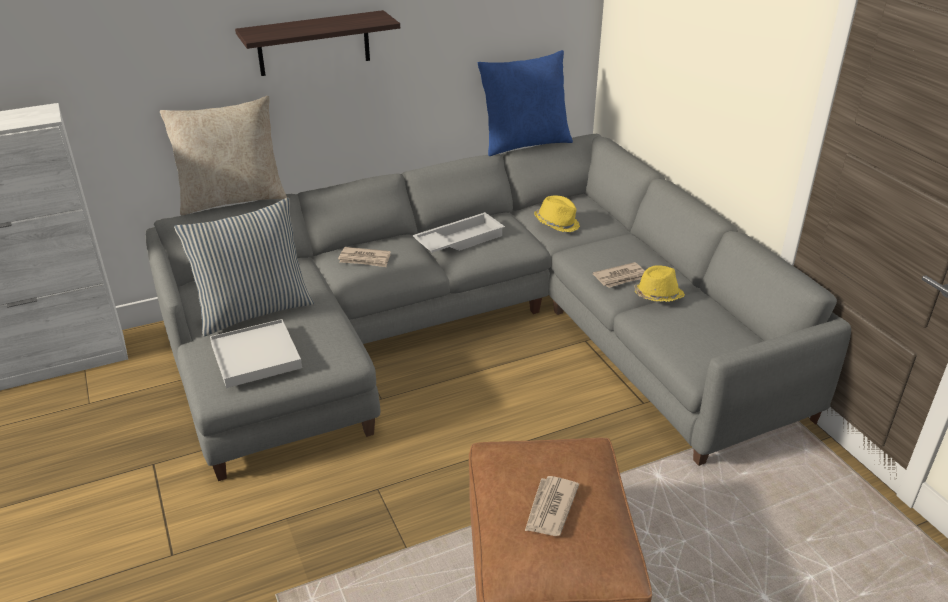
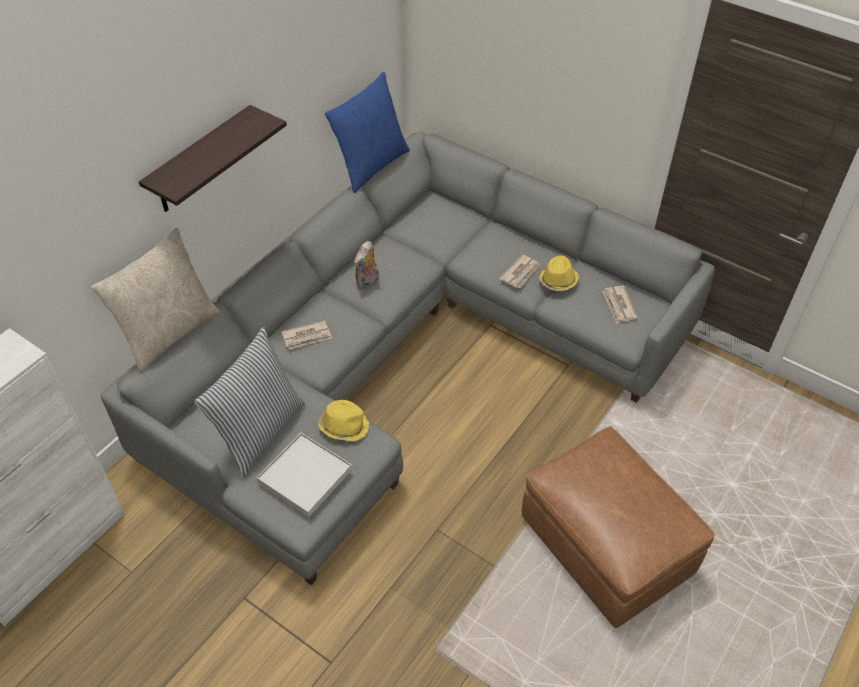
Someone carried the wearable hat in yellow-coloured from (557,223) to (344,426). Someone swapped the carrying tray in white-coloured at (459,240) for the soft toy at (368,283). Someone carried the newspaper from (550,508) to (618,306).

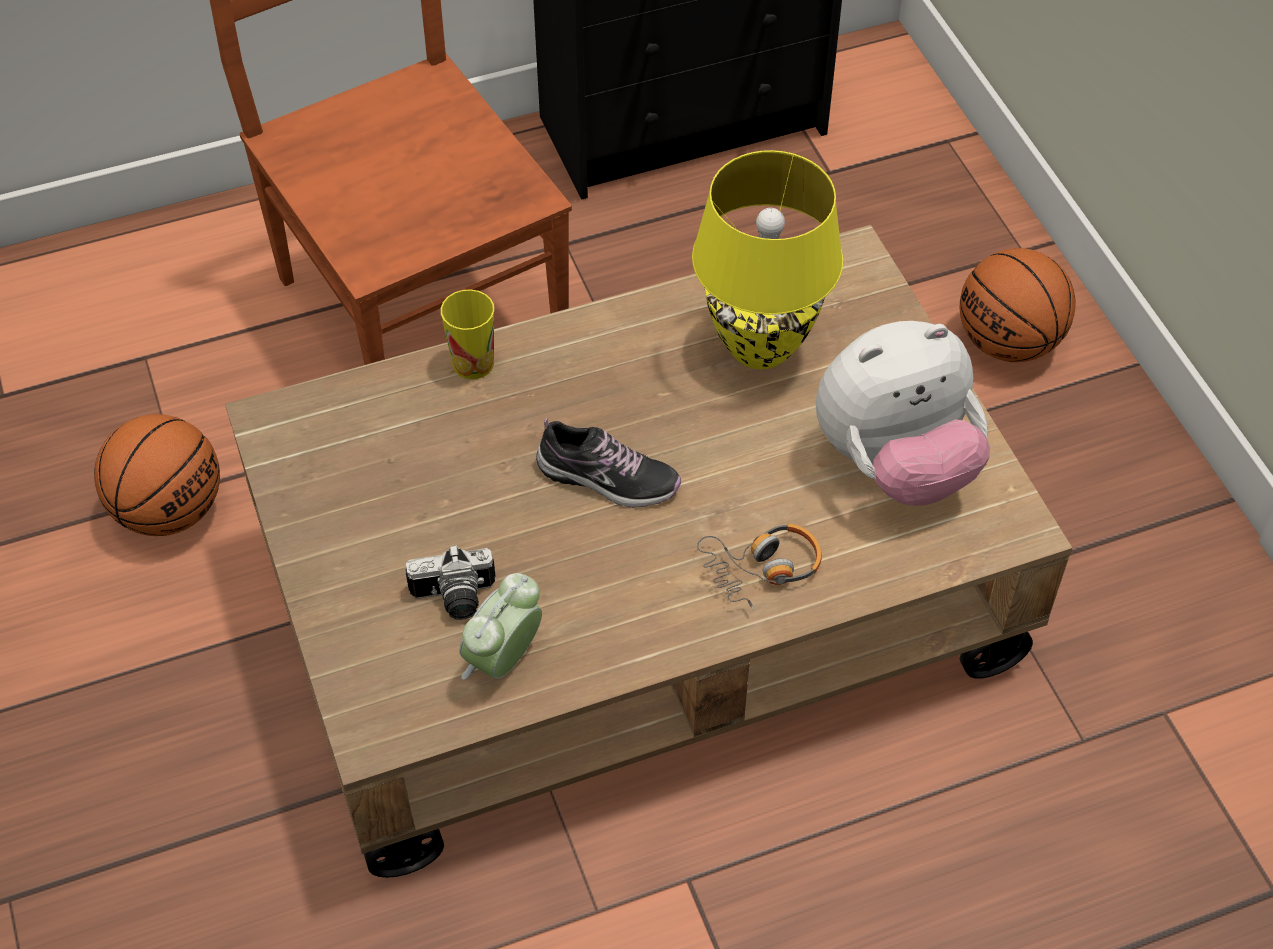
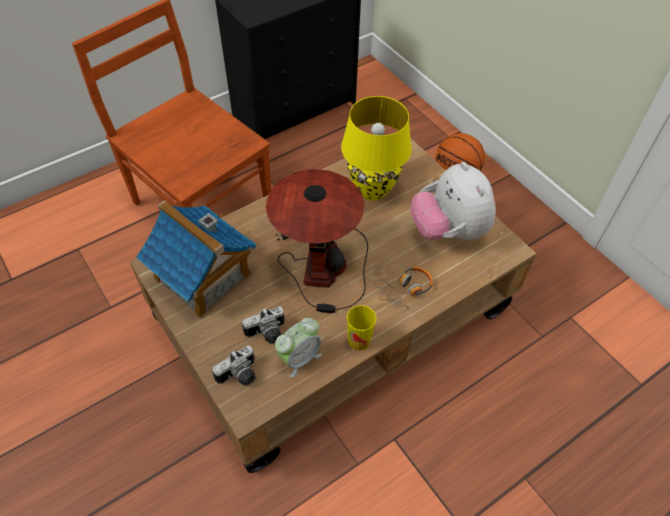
Someone carried the cup from (473,363) to (359,340). Someone rotated the soft toy at (895,463) by 105 degrees clockwise. Someone took away the basketball ball at (169,510). Someone swapped the shoe at (607,478) for the lamp for a table at (322,262). Someone rotated the bedside clock at (503,659) by 150 degrees counterclockwise. Someone put down the miniature house at (203,277). Someone put down the still camera at (240,376).

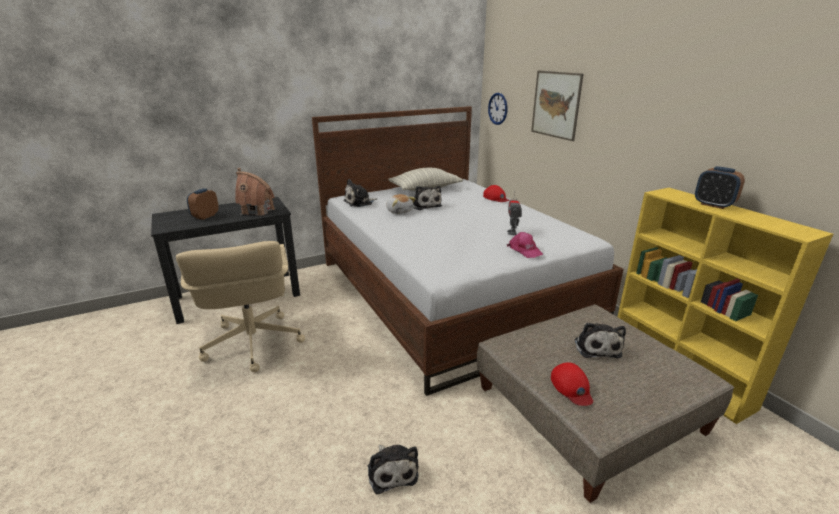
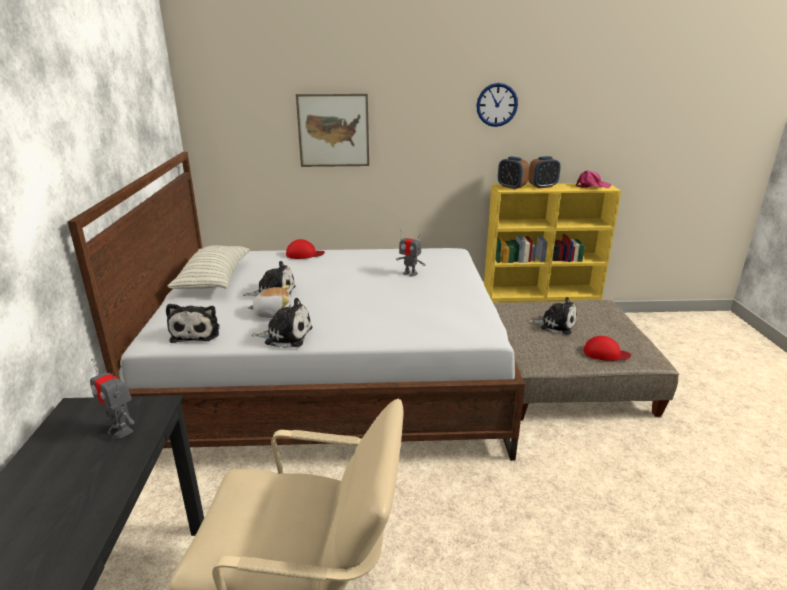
Someone carried the hanging clock from (498,108) to (497,105). Someone swapped the miniature house at (257,211) for the robot figure at (120,430). Someone carried the bedside clock from (205,216) to (511,187). Someone carried the baseball cap in pink-coloured from (524,250) to (591,186). Someone carried the soft toy from (392,471) to (286,335).

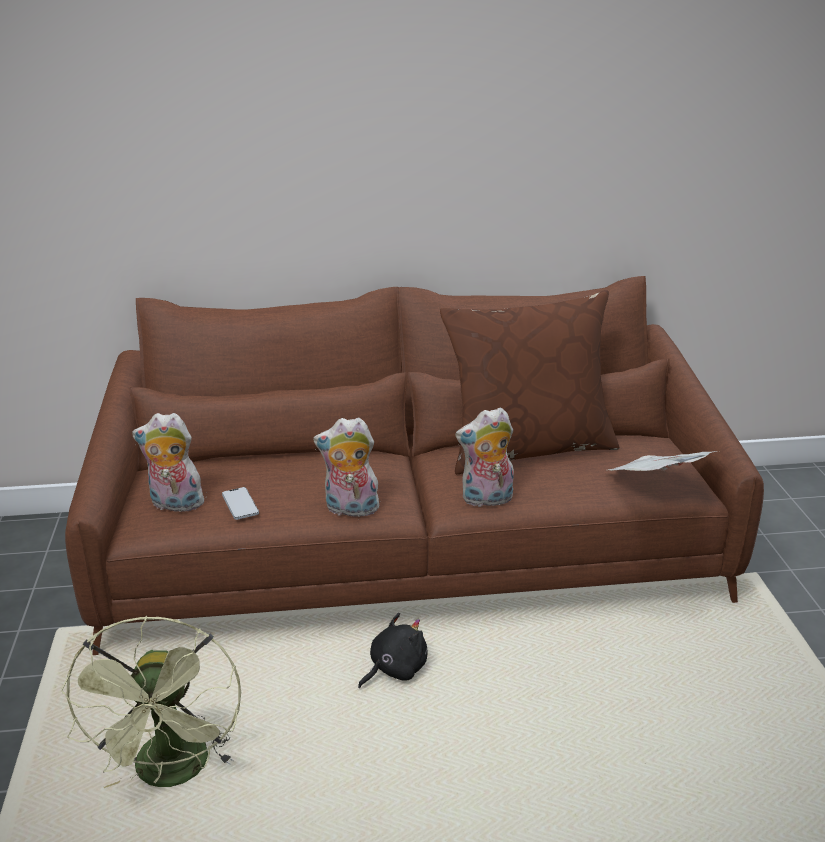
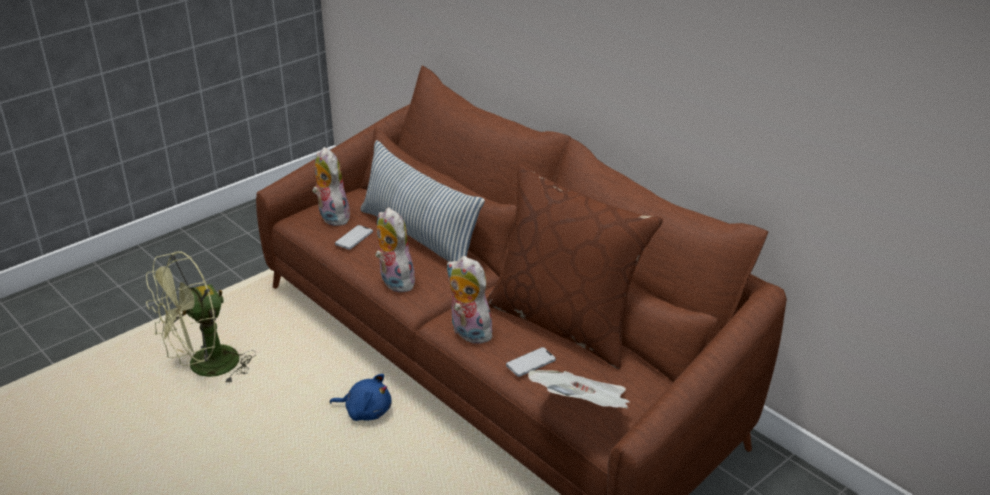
Someone repainted the soft toy in black at (395,669), which became the soft toy in bluish at (366,411). Someone put down the throw pillow at (419,237). Someone put down the phone at (530,363).

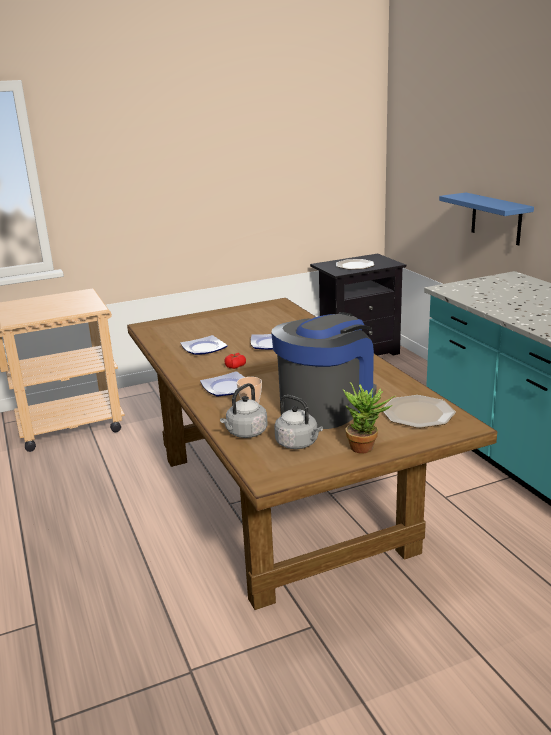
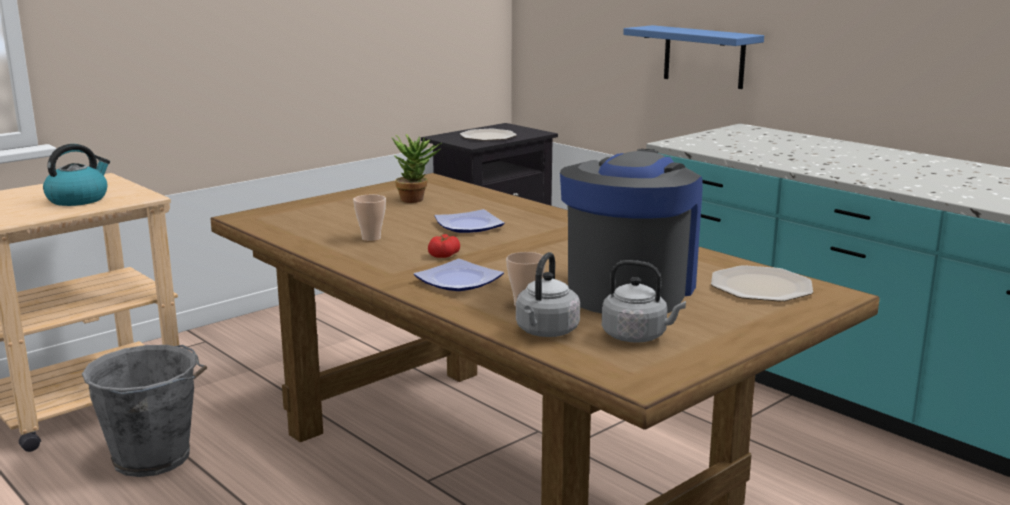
Someone swapped the dinner plate at (203,349) for the cup at (371,238). Someone carried the potted plant from (366,447) to (416,199). Someone put down the water kettle at (78,199). Someone put down the pail in greyish at (155,458).

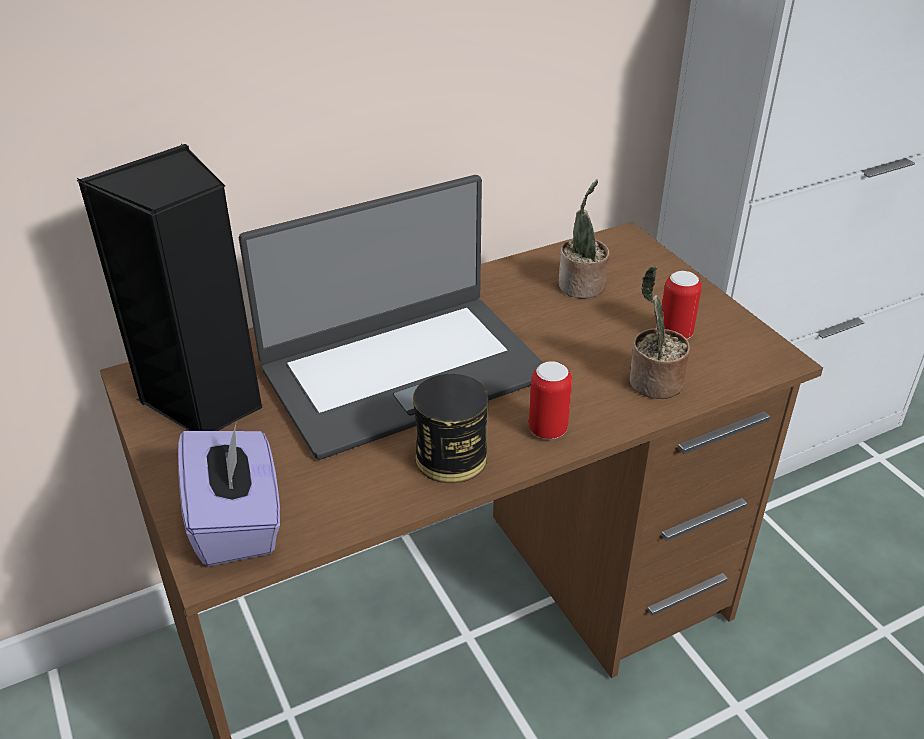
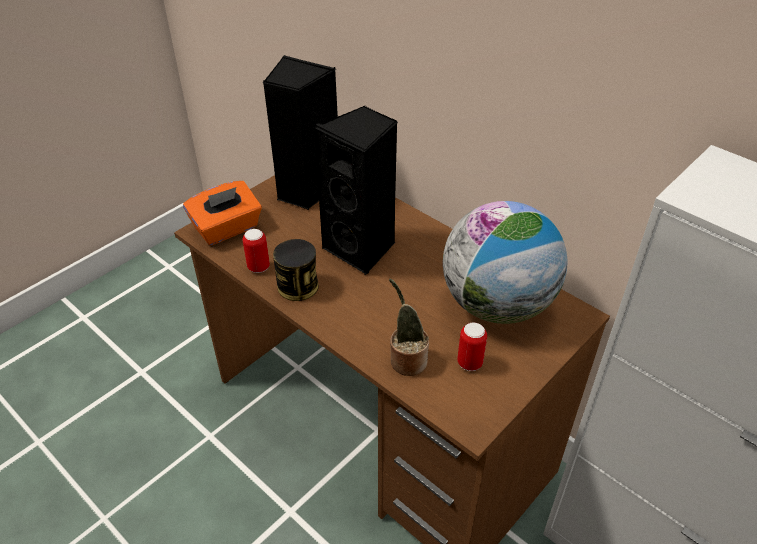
Someone swapped the notebook computer at (402,371) for the loudspeaker in black at (362,249). Someone swapped the potted plant at (581,287) for the world globe at (497,305). Someone carried the metal can from (548,430) to (258,267). Someone repainted the box of tissues in purplish at (237,521), which became the box of tissues in orange-coloured at (227,229).

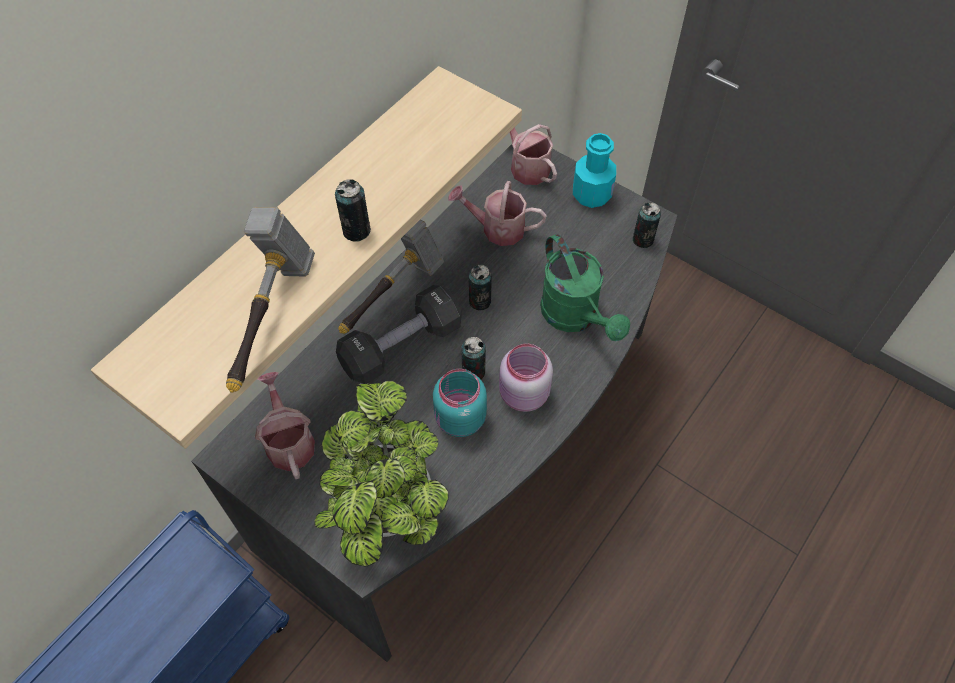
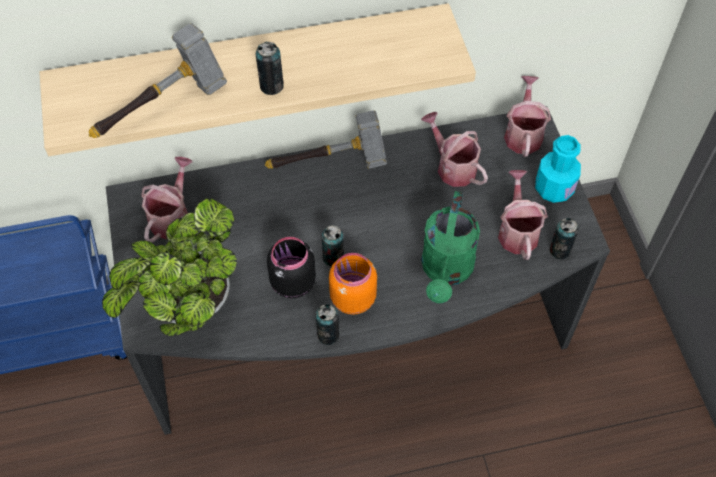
Someone carried the metal can from (480,301) to (328,335). Someone took away the hand weight in black at (401,346). Someone repainted the preserve jar in pink-coloured at (522,395), which became the preserve jar in orange-coloured at (351,298). Someone repainted the preserve jar in turquoise at (459,420), which became the preserve jar in black at (291,283). Someone put down the watering can at (517,231).

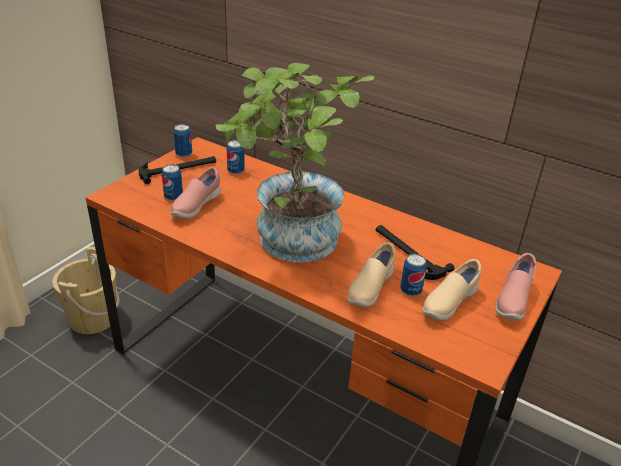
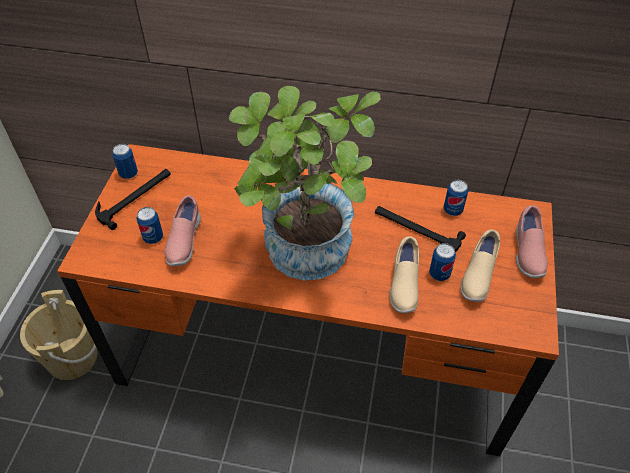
Someone carried the metal can from (236,171) to (452,210).

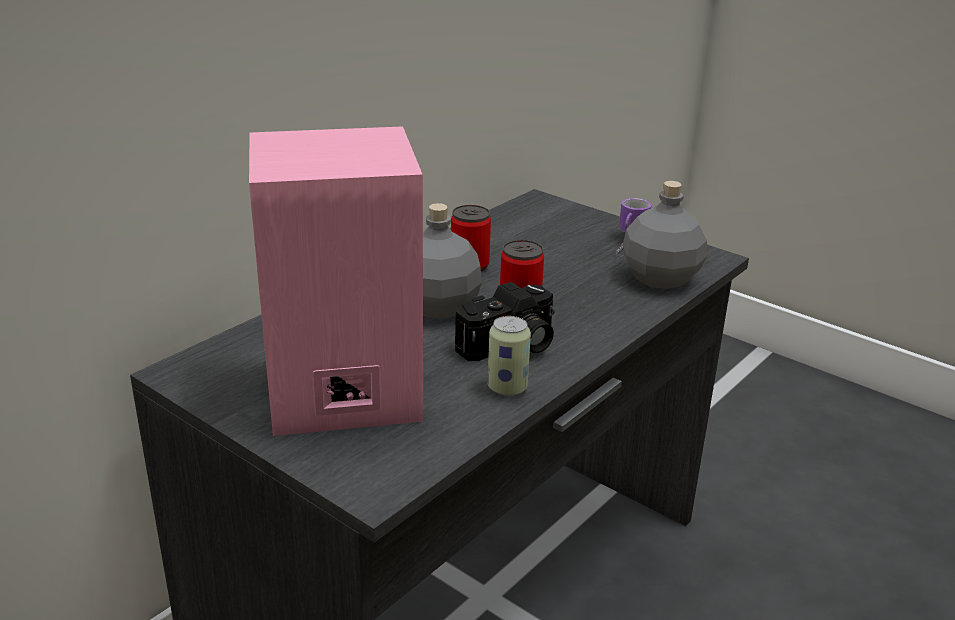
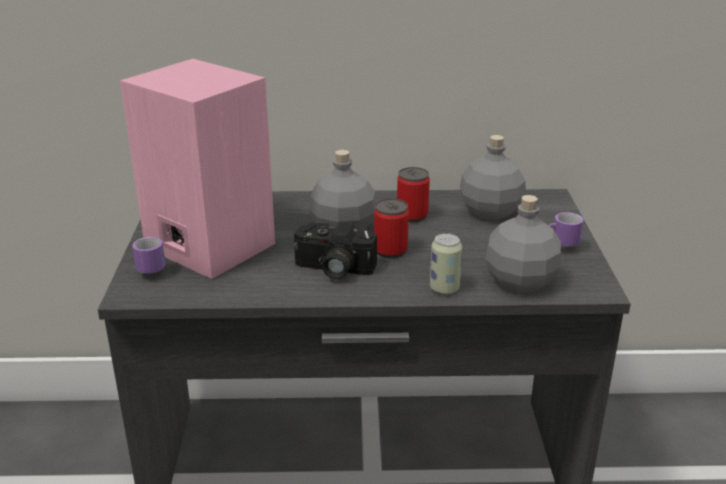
Someone carried the metal can from (507,388) to (444,288). Someone put down the drink bottle in greyish at (490,212). Someone put down the mug at (146,266).

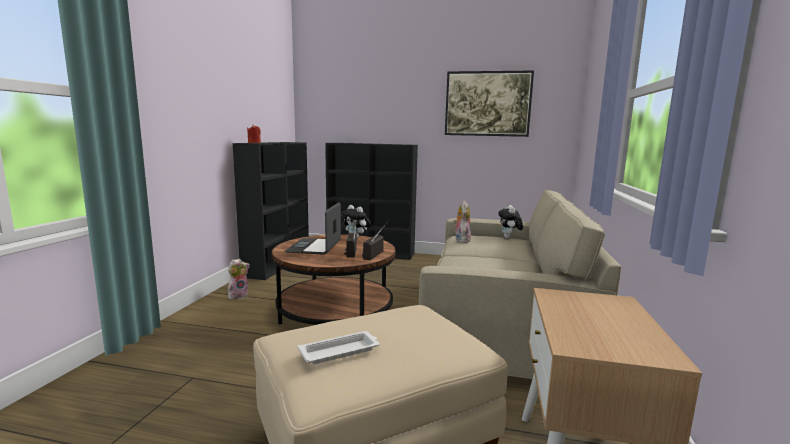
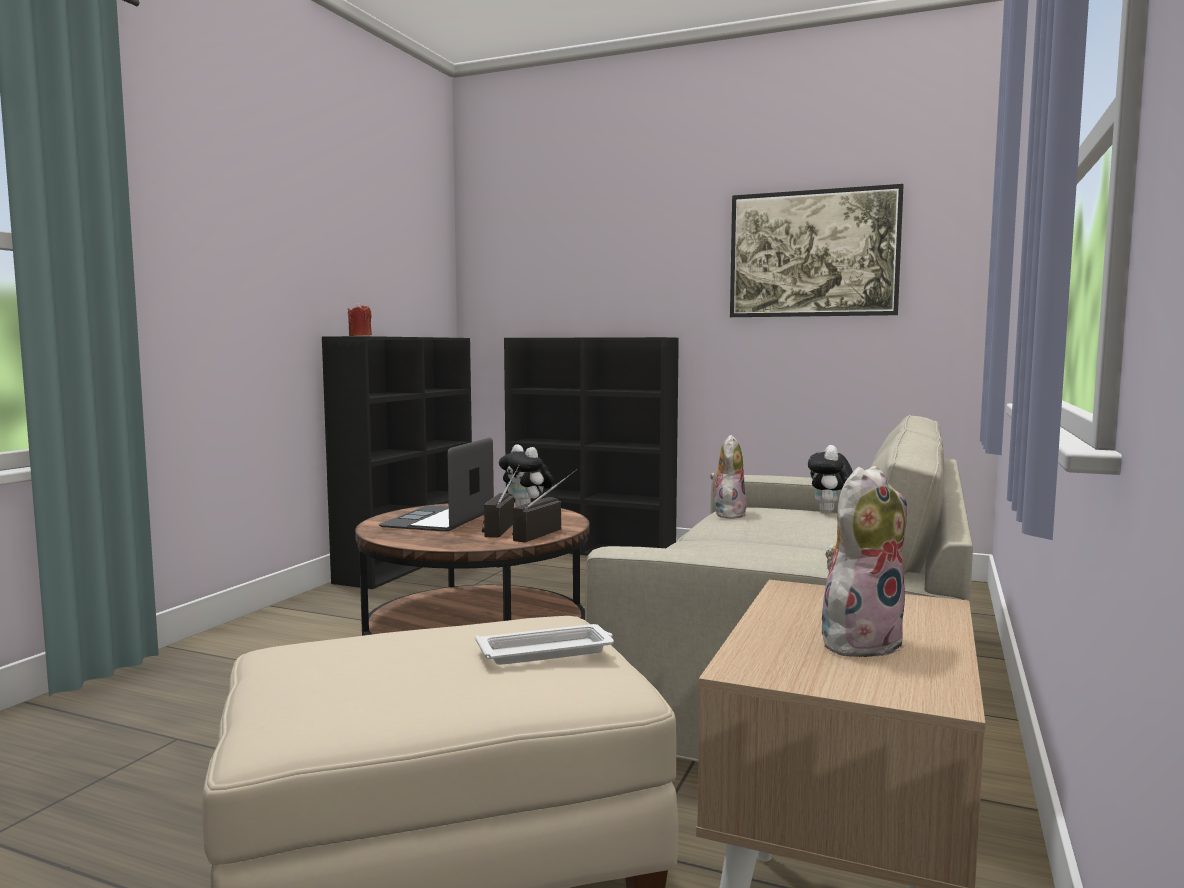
Someone carried the soft toy from (238,295) to (859,641). Someone carried the carrying tray in white-coloured from (340,351) to (547,651).

